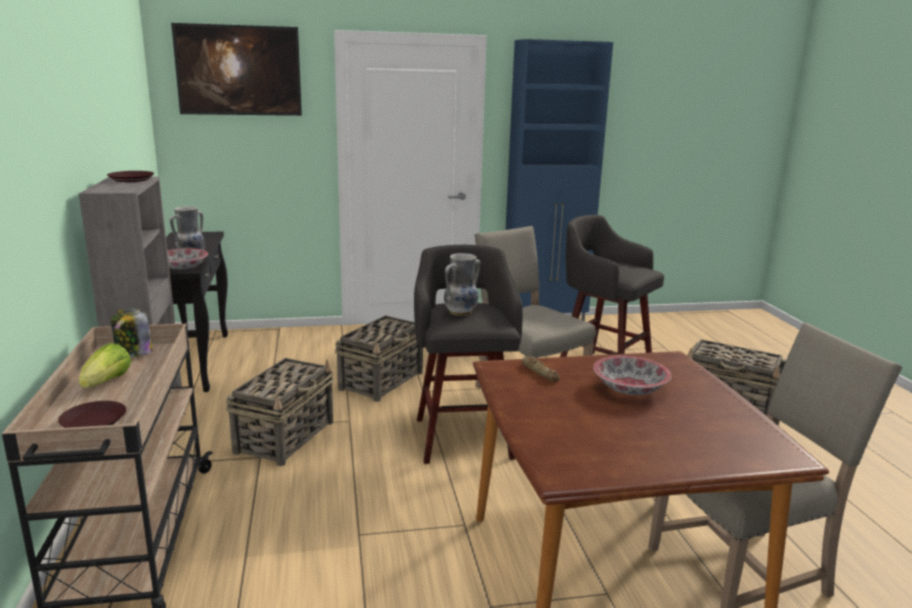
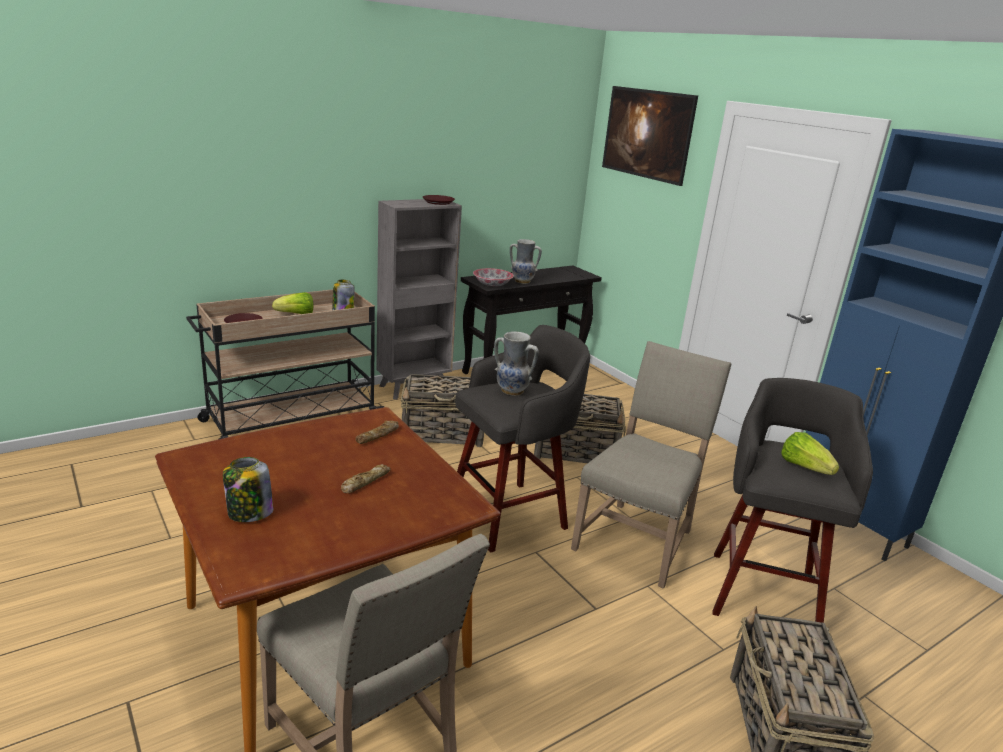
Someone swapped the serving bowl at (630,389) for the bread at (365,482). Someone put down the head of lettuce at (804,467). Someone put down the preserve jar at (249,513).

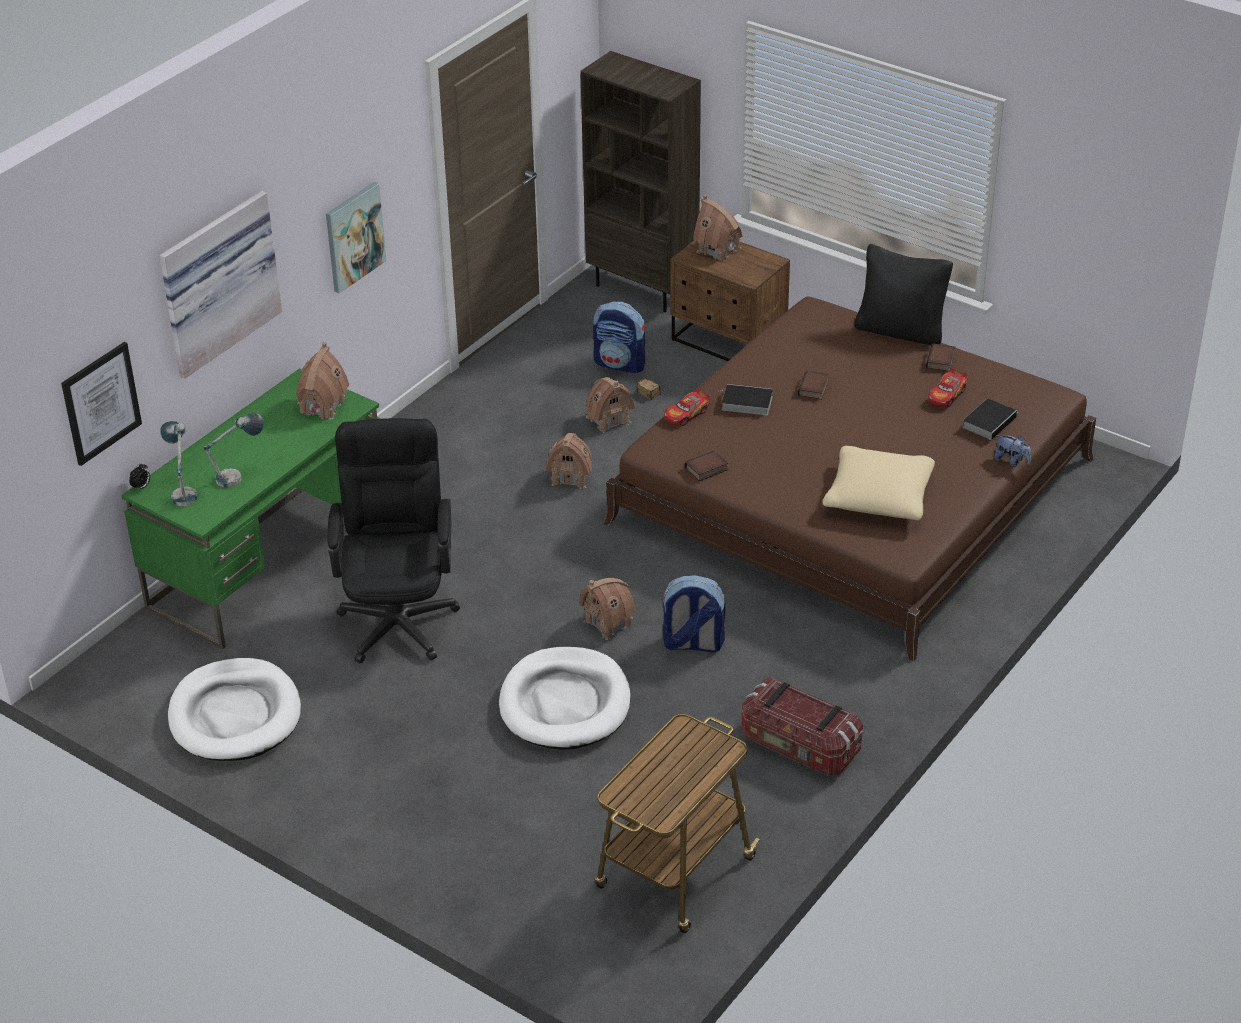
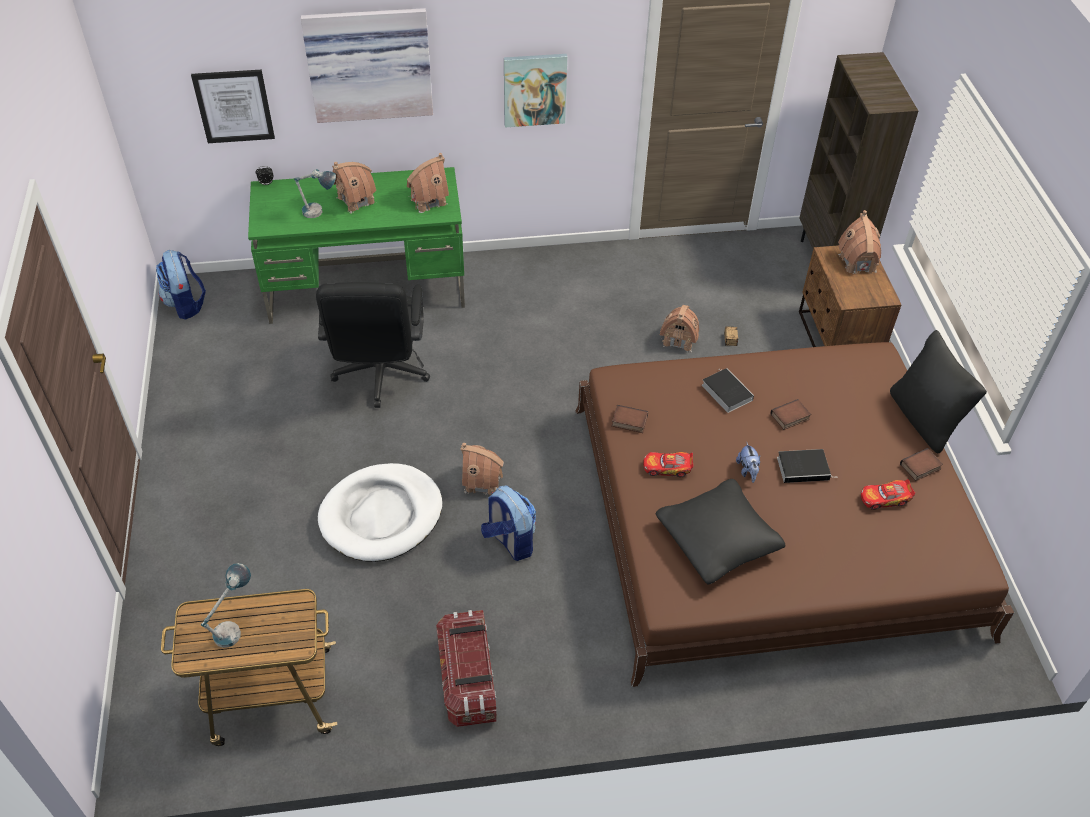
Someone carried the knapsack from (620,364) to (186,304). Someone carried the toy car from (687,414) to (667,468). Someone carried the bound book from (989,421) to (804,468). Someone rotated the computer chair in black at (399,615) by 135 degrees clockwise. Someone carried the lamp for a table from (183,491) to (235,626). Someone carried the miniature house from (570,476) to (356,200). Someone carried the soft toy from (1011,461) to (747,471). Someone repainted the throw pillow in beige at (879,497), which became the throw pillow in black at (718,539). Someone took away the dog bed in white-coloured at (235,715).

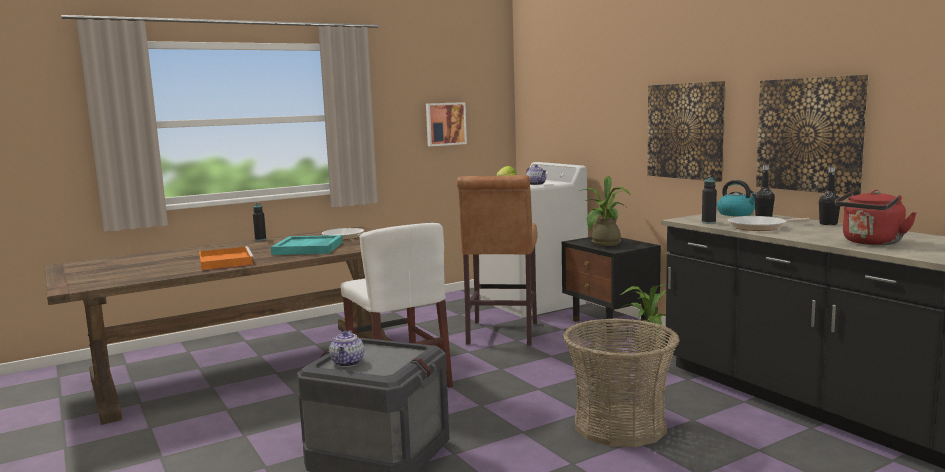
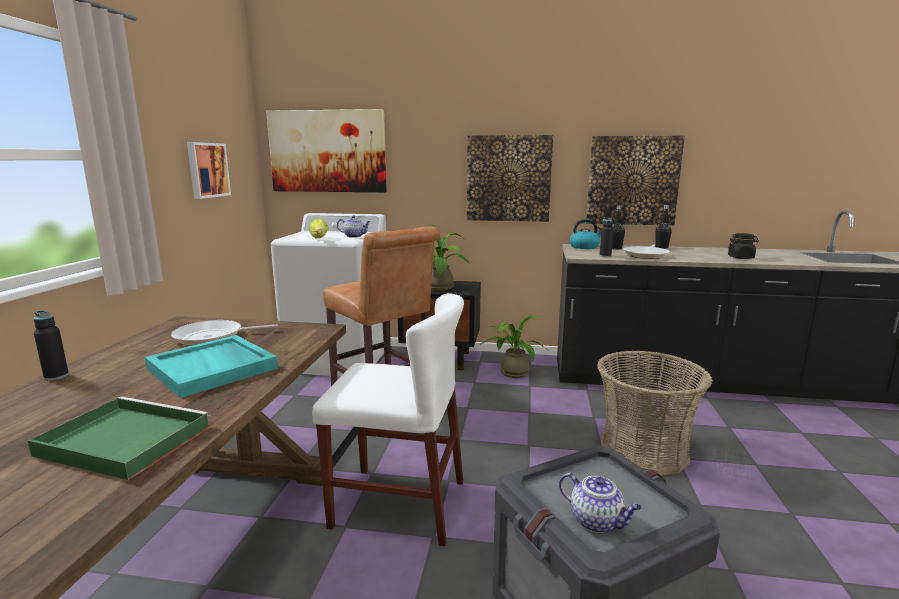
Someone swapped the water kettle in reddish at (870,243) for the preserve jar in black at (741,257). Someone repainted the carrying tray in orange-coloured at (225,261), which became the carrying tray in green at (122,441). Someone put up the picture at (327,151).

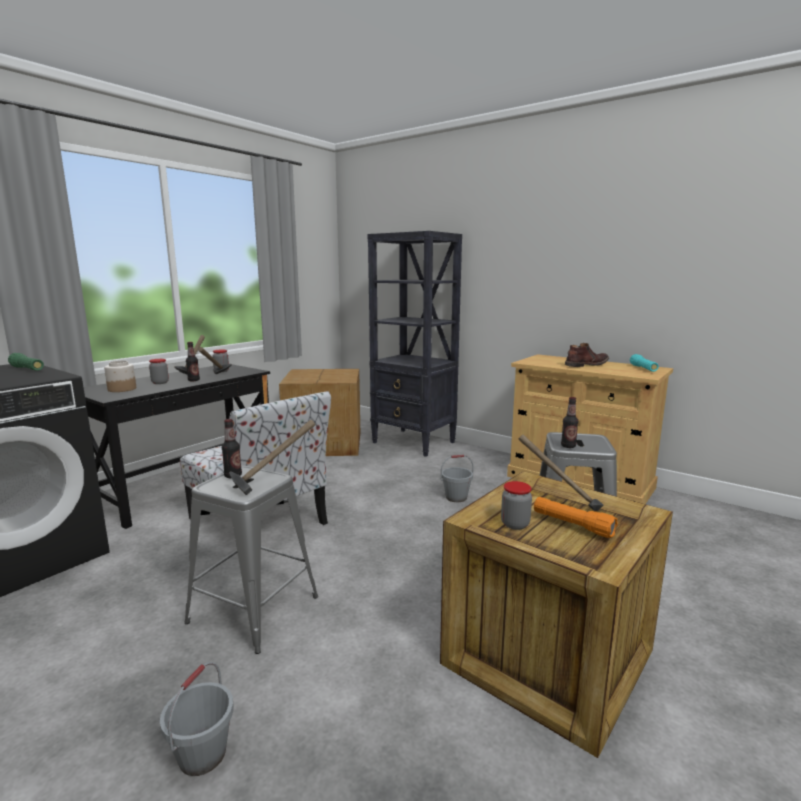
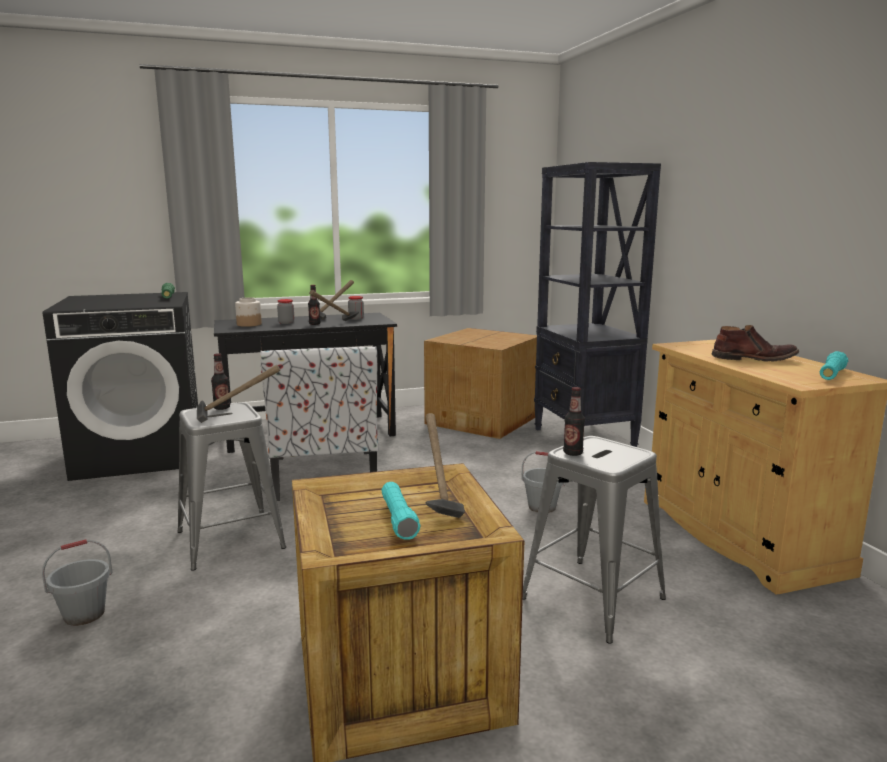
Someone took away the preserve jar at (515,524). Someone repainted the flashlight in orange-coloured at (572,525), which became the flashlight in turquoise at (398,519).

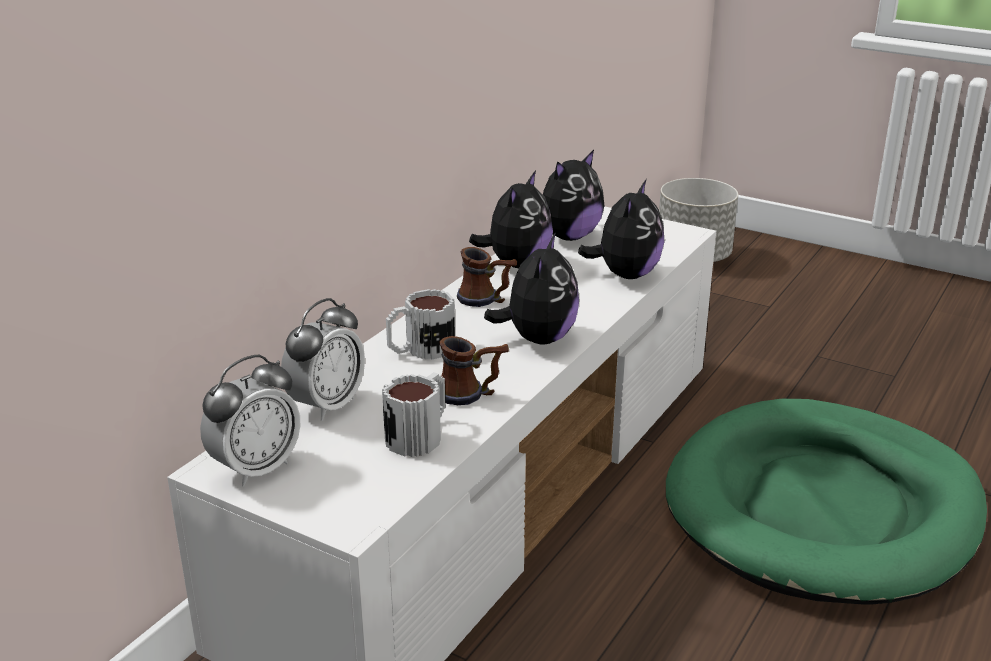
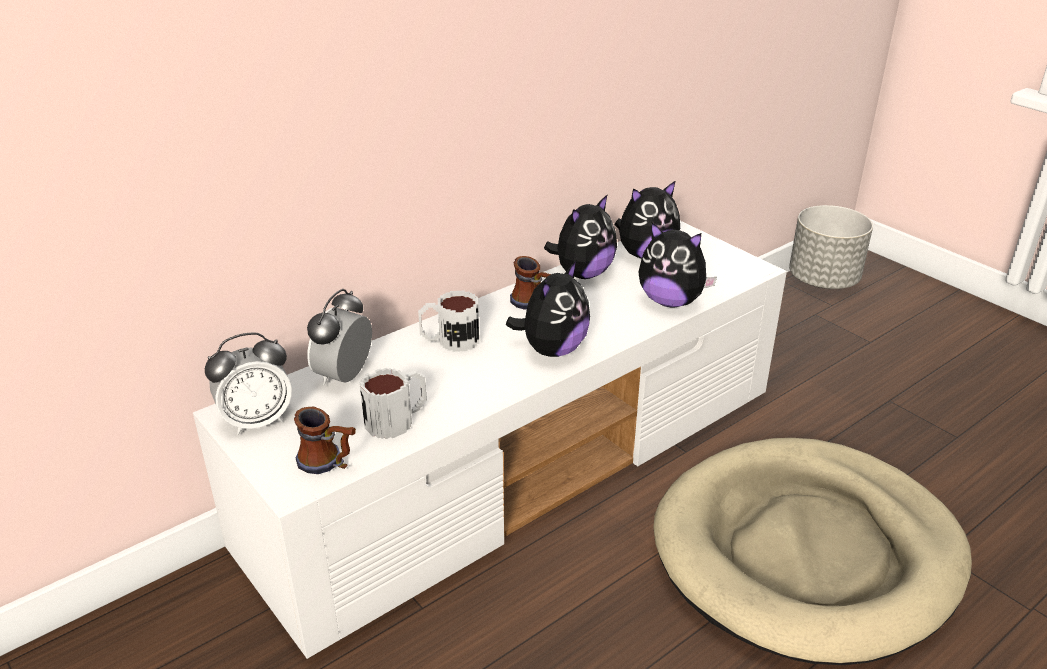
Someone rotated the soft toy at (625,274) by 75 degrees clockwise. Someone rotated the bedside clock at (326,405) by 150 degrees clockwise. Someone carried the mug from (472,394) to (329,463). Someone repainted the dog bed in green at (822,508), which became the dog bed in beige at (807,553).

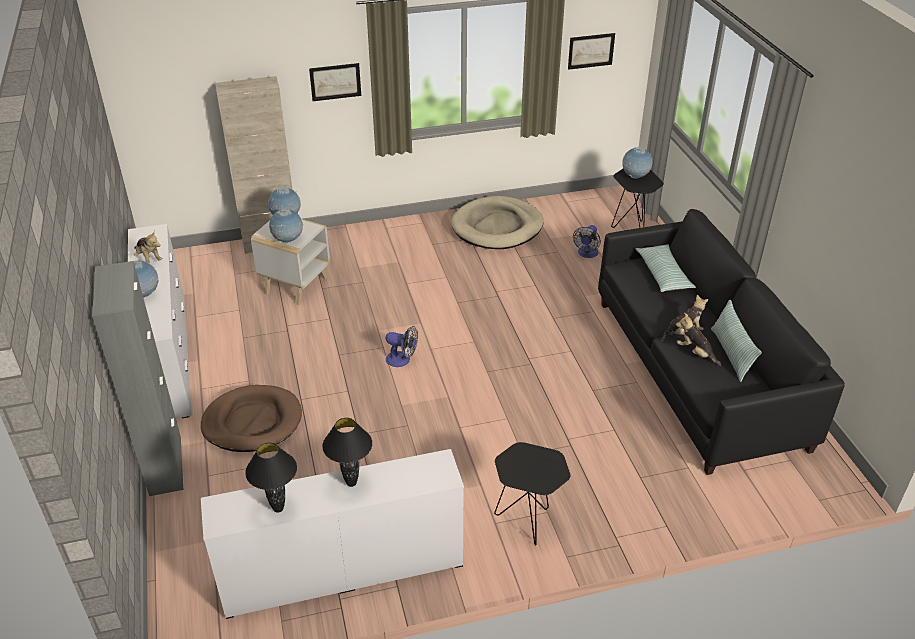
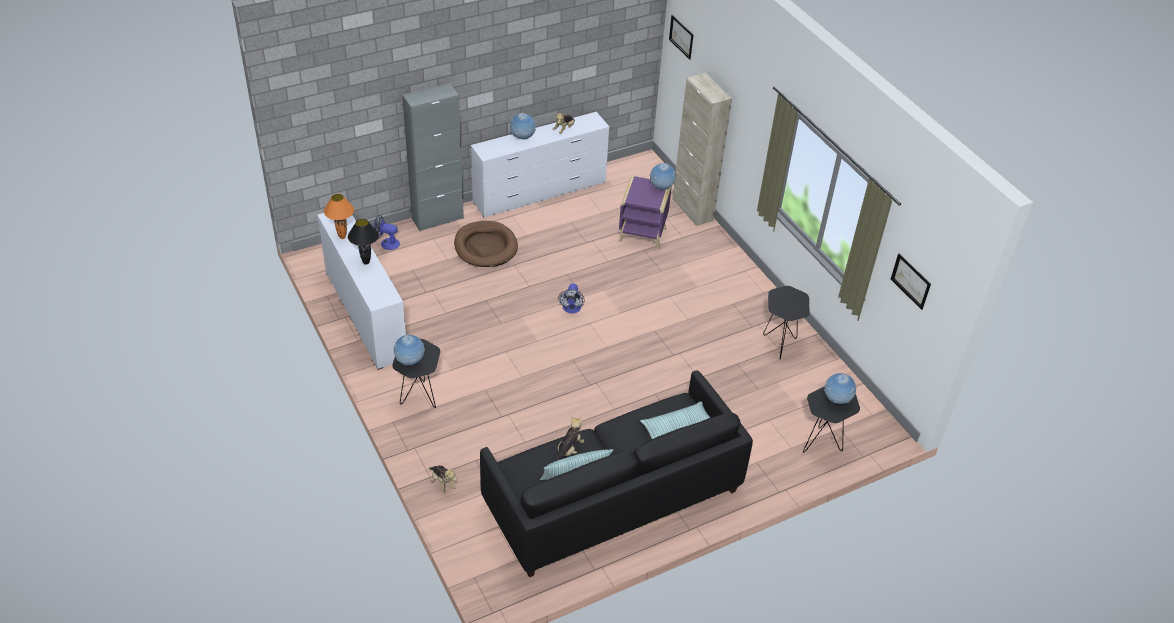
Someone carried the picture from (335,82) to (681,37). Someone swapped the dog bed in beige at (497,227) for the accent table in black at (780,343). Someone carried the world globe from (288,240) to (410,361). Someone repainted the accent table in white-coloured at (296,284), which became the accent table in purplish at (643,235). Someone carried the electric fan from (587,254) to (386,243). Someone carried the soft toy from (683,332) to (442,483). Someone repainted the lamp for a table in black at (278,508), which became the lamp for a table in orange-coloured at (342,237).

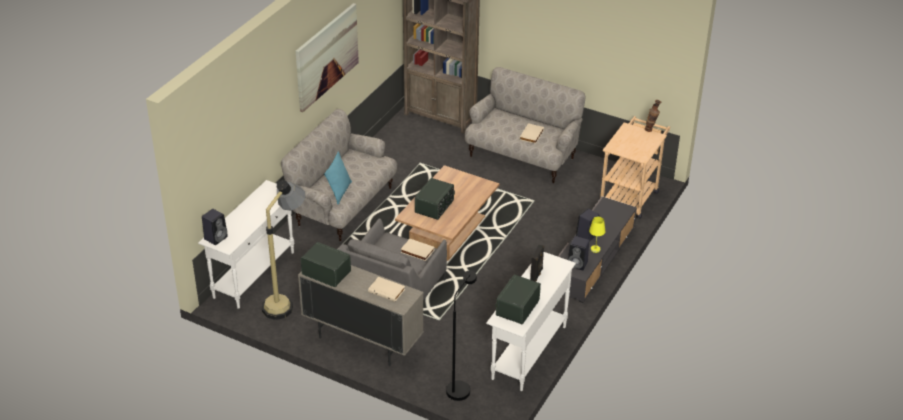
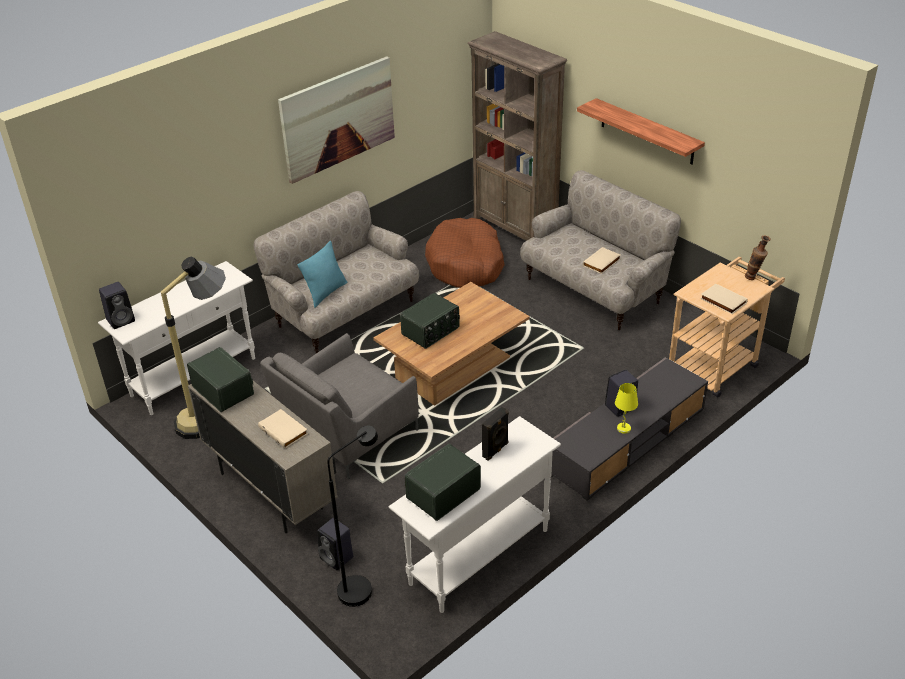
Someone carried the loudspeaker in black from (578,264) to (337,558). Someone carried the bound book in beige from (417,251) to (722,301). Someone put up the bracket shelf at (647,132). Someone put down the dog bed in brown-coloured at (465,264).

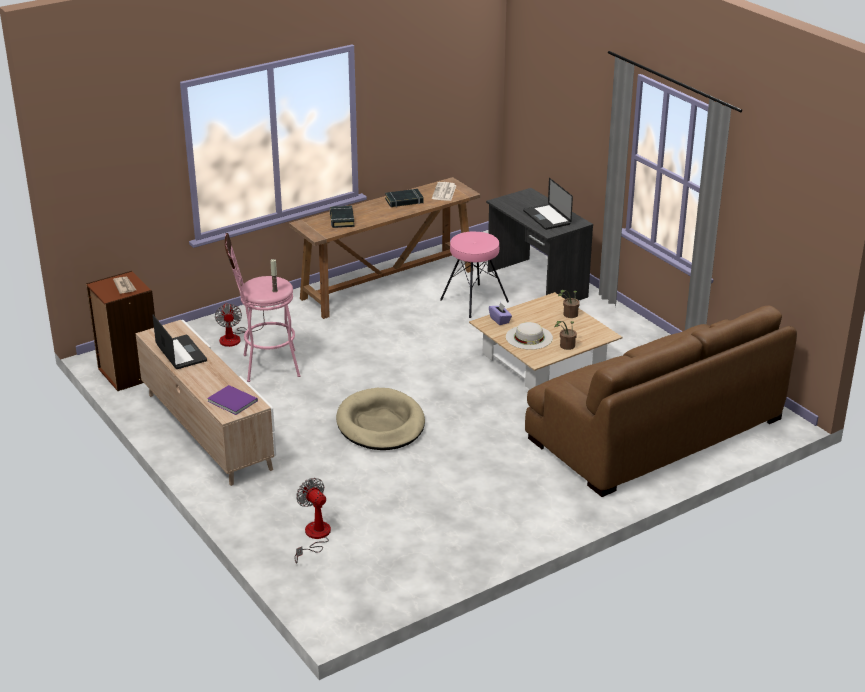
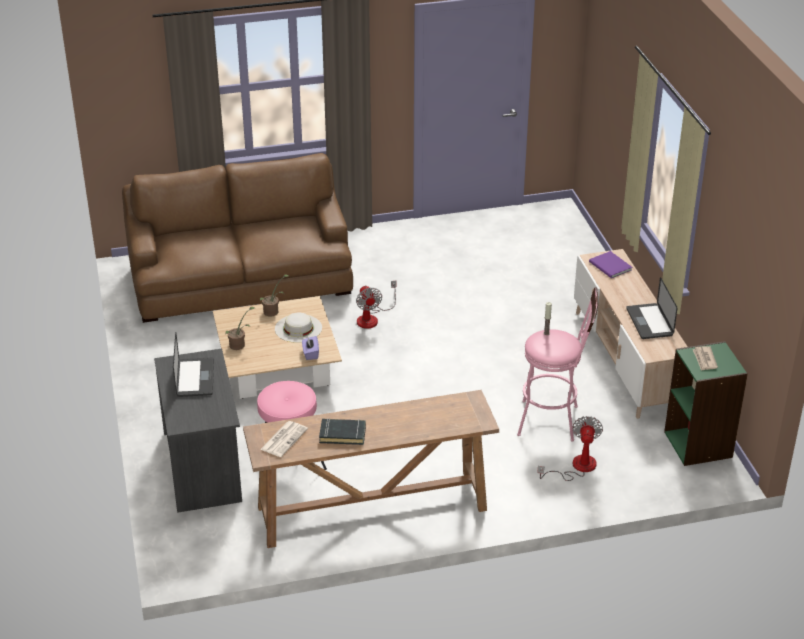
Someone took away the bound book in black at (341,219). Someone repainted the bookcase in brown-coloured at (129,373), which became the bookcase in green at (698,444). Someone took away the dog bed in beige at (380,424). Someone carried the electric fan from (314,537) to (372,318).

